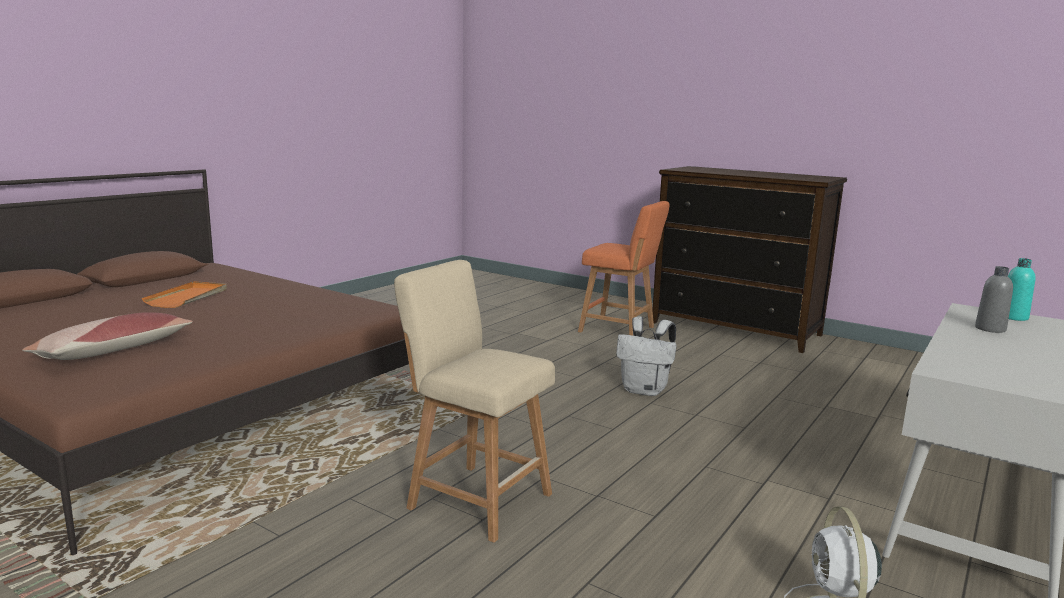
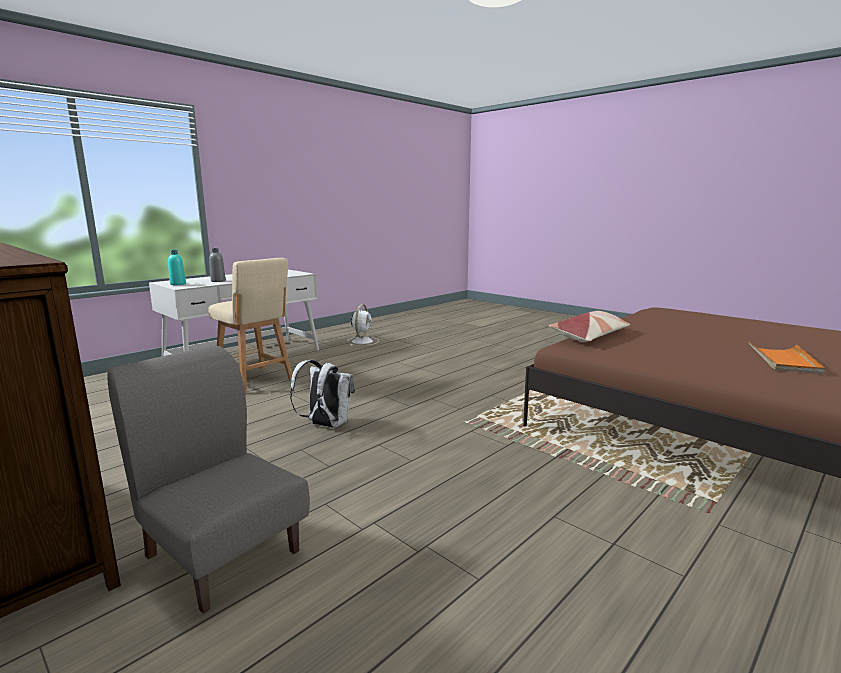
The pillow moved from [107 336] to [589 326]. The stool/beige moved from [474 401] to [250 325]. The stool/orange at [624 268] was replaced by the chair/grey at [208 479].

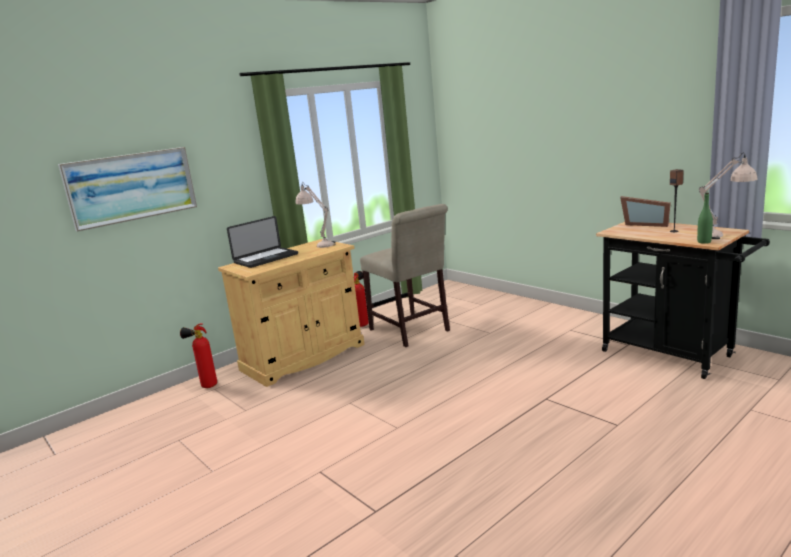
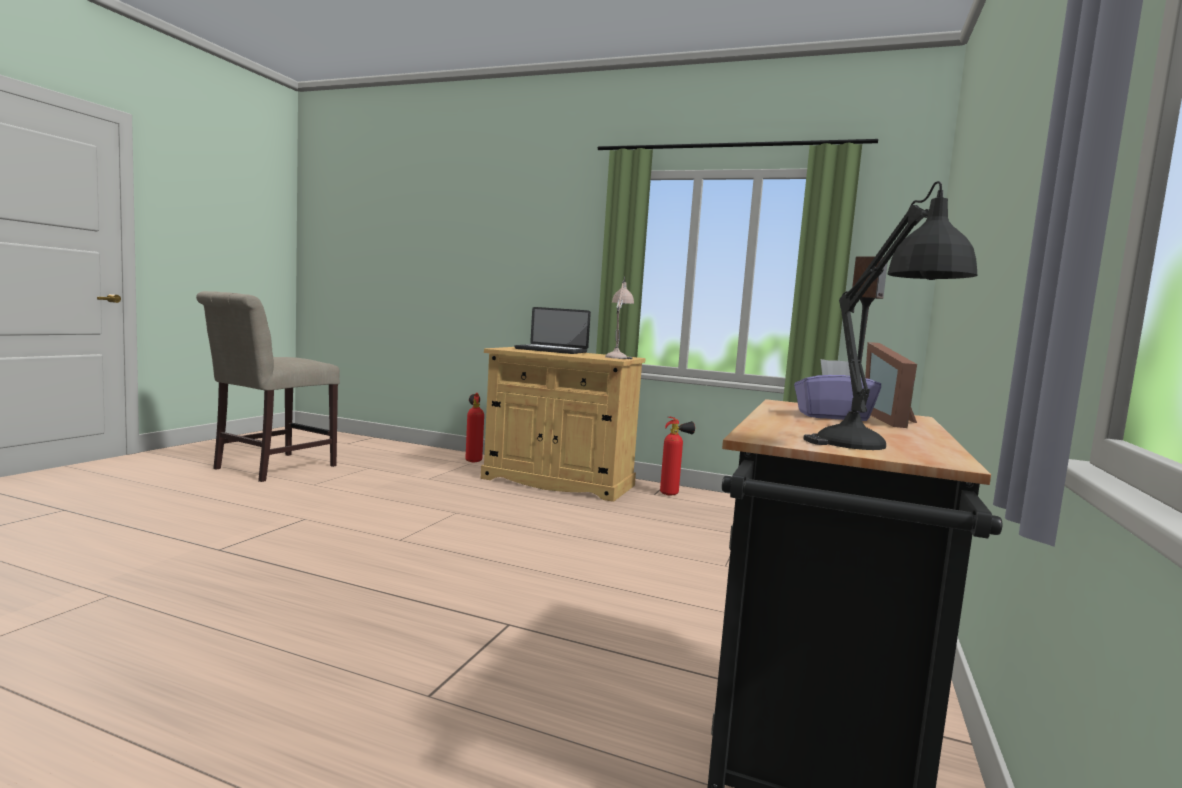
The picture at [127 189] disappeared. The chair/beige moved from [405 275] to [268 386]. The bottle/green at [705 218] disappeared. The table lamp/beige at [728 196] became the table lamp/black at [890 315]. The tissue box/purple at [837 390] appeared.

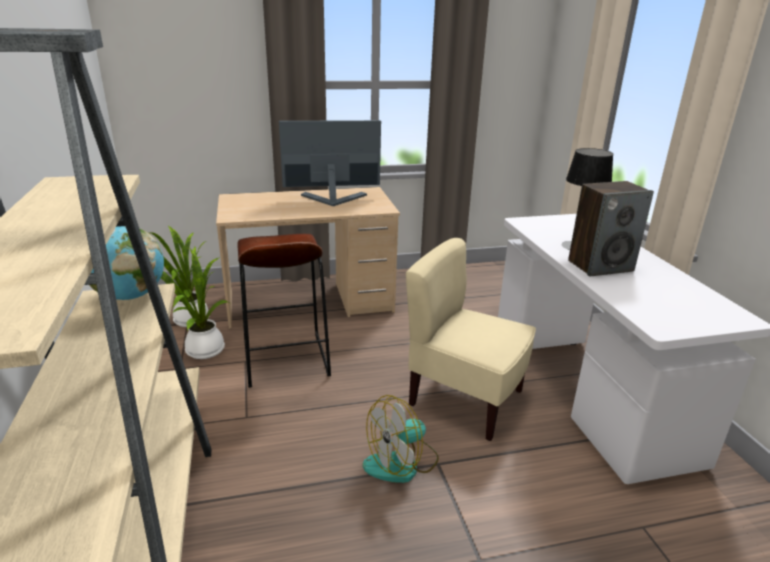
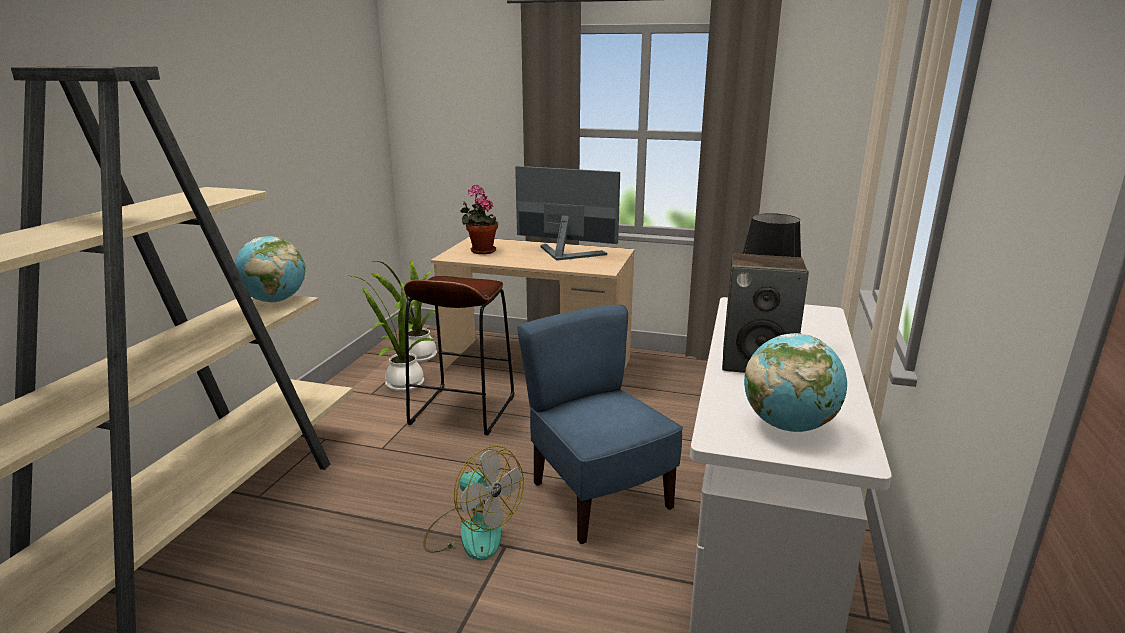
The fan at [401 439] turned 135 degrees counterclockwise. The chair/beige at [471 339] became the chair/blue at [600 424]. The potted plant at [479 219] appeared. The globe at [795 382] appeared.

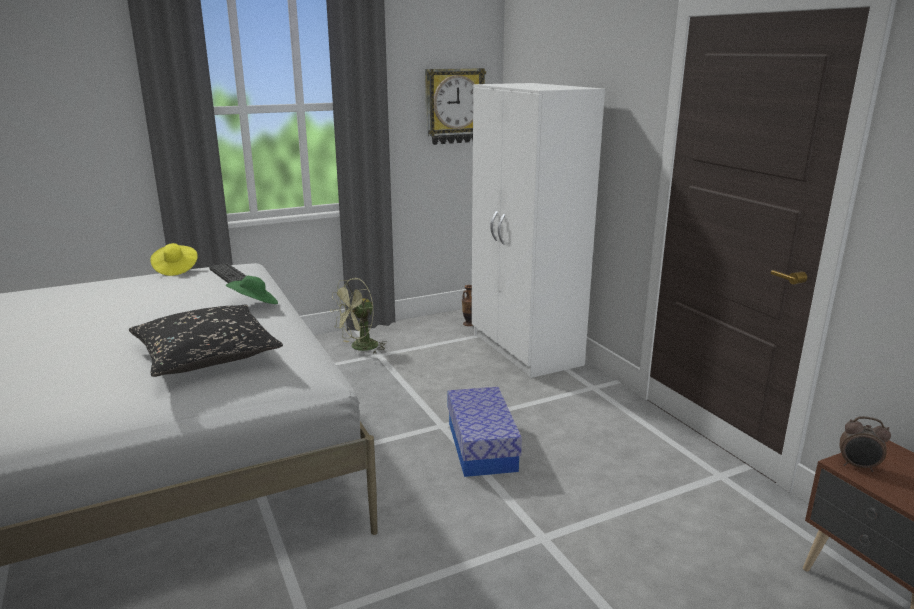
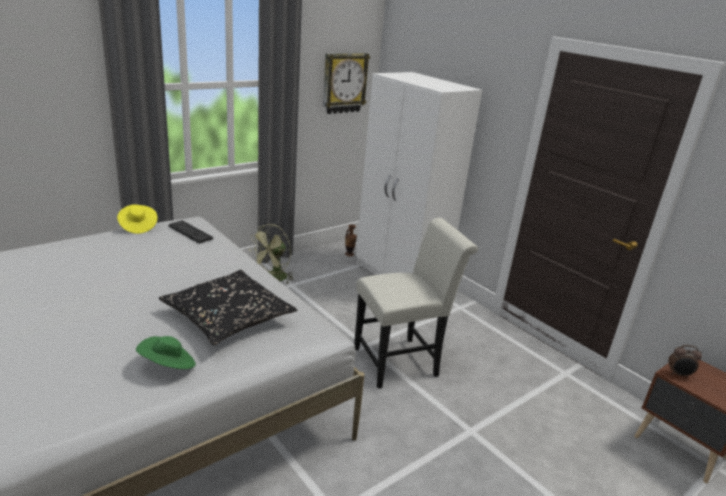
The hat/green moved from [252 290] to [166 352]. The storage box at [485 432] was replaced by the chair/white at [416 303].

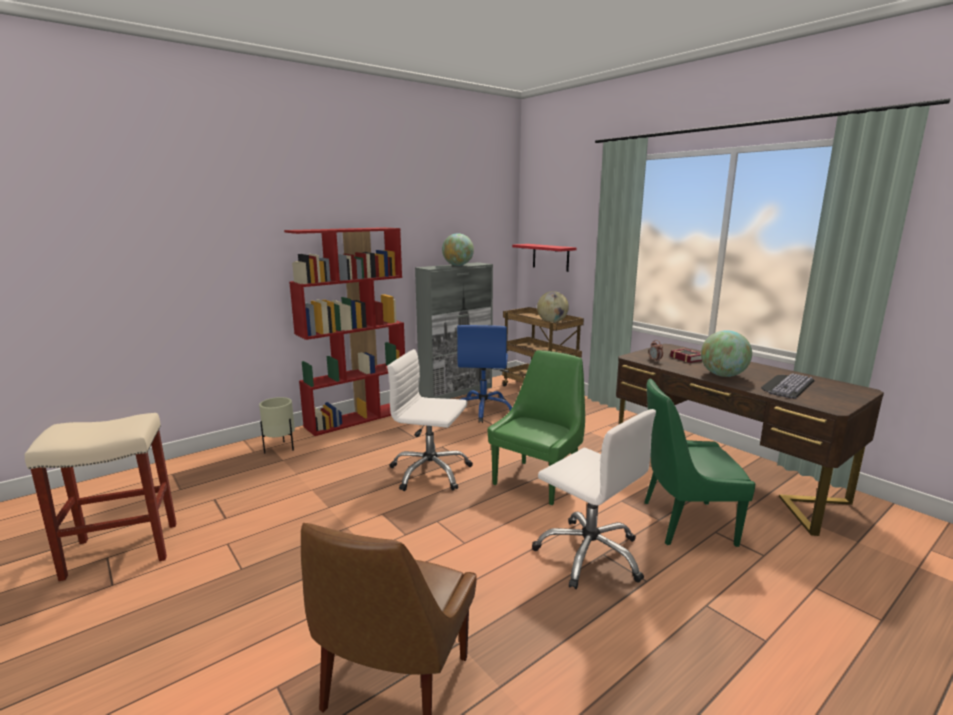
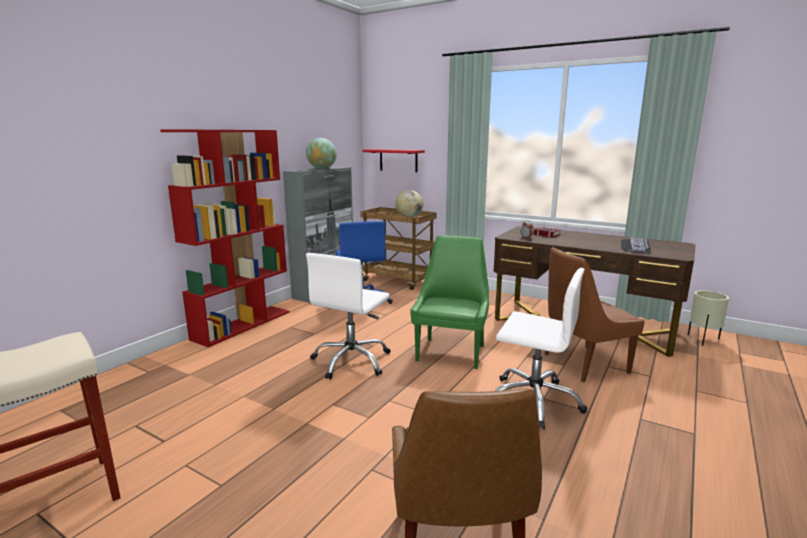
The planter/beige moved from [277 425] to [708 318]. The office chair/white at [430 420] turned 60 degrees counterclockwise. The chair/green at [700 462] became the chair/brown at [594 314]. The globe at [726 353] disappeared.

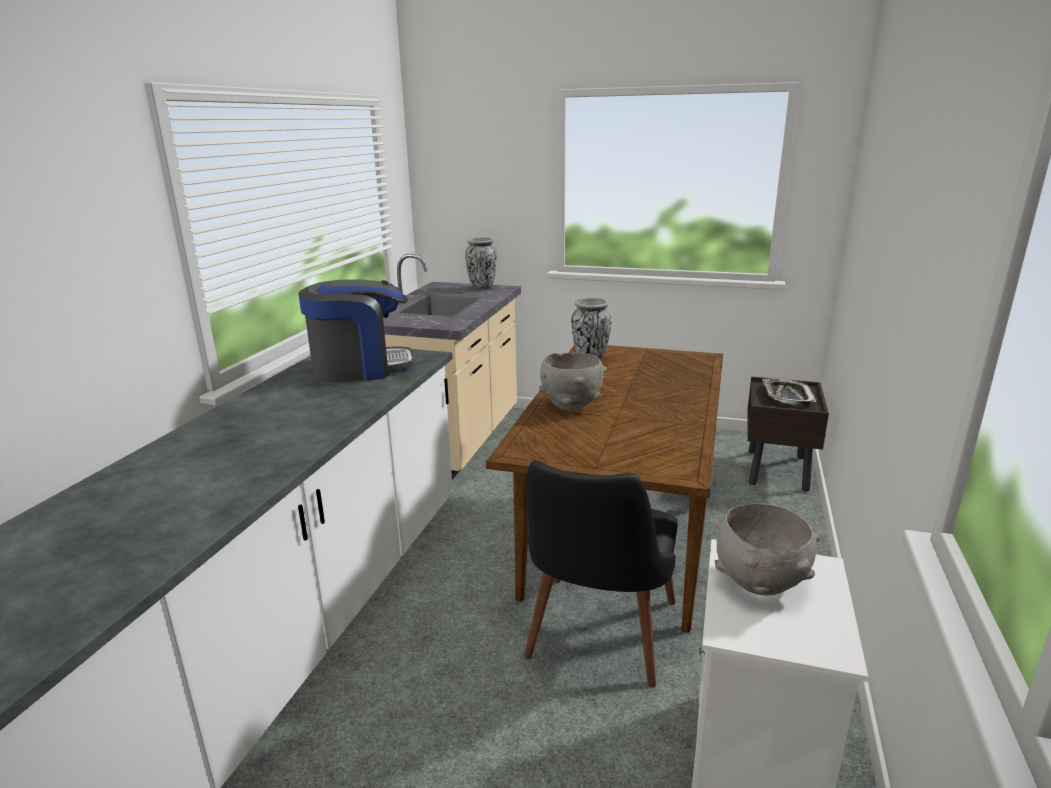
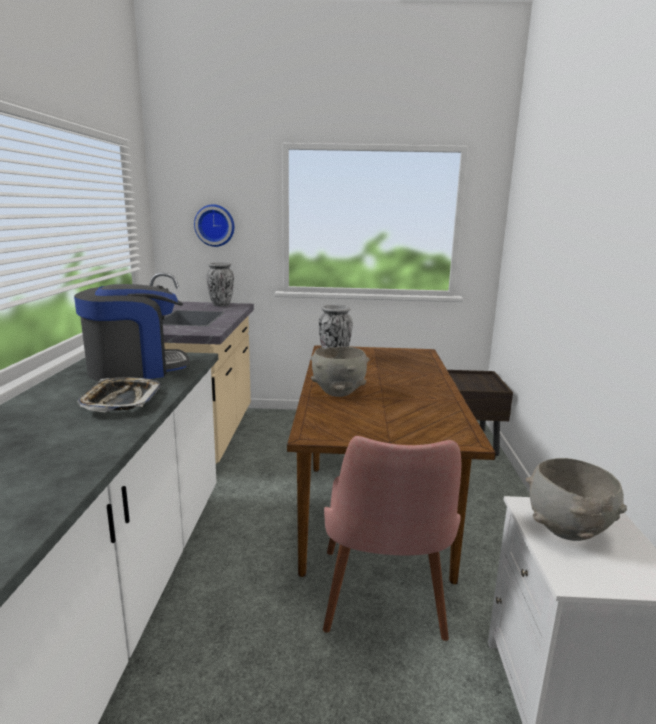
The chair/black at [601 574] became the chair/pink at [392 538]. The tray moved from [789 392] to [119 394]. The wall clock at [214 225] appeared.

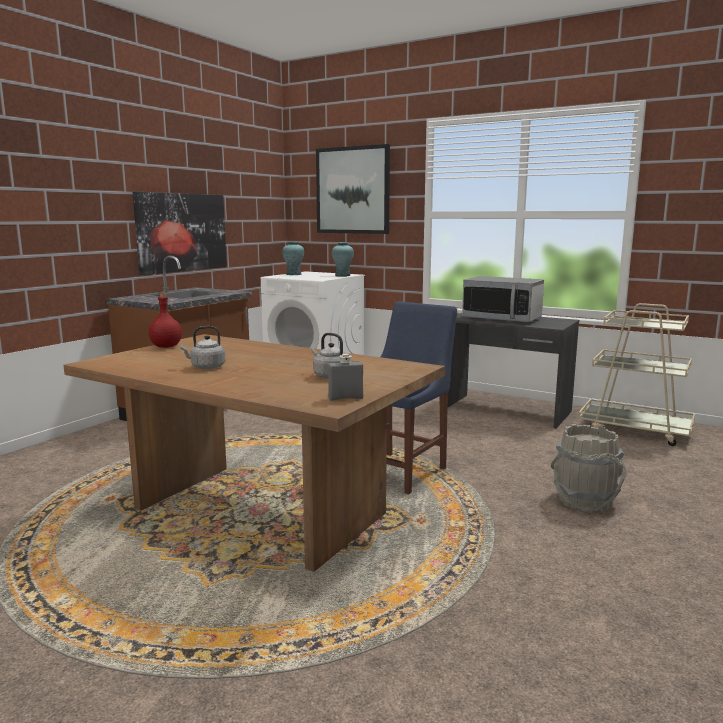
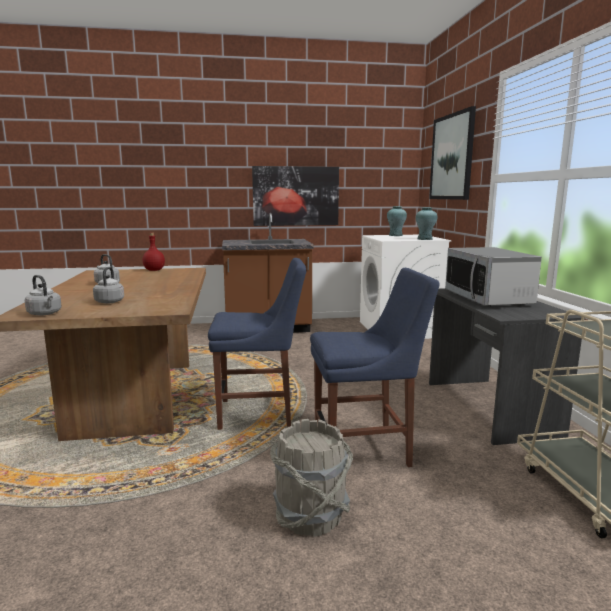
The bottle/grey at [345 377] was replaced by the kettle/grey at [43 295]. The chair/blue at [375 367] appeared.

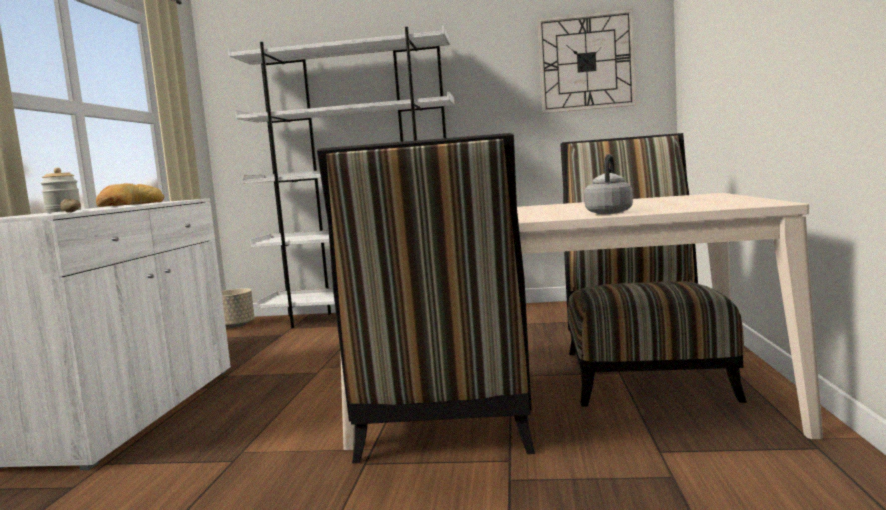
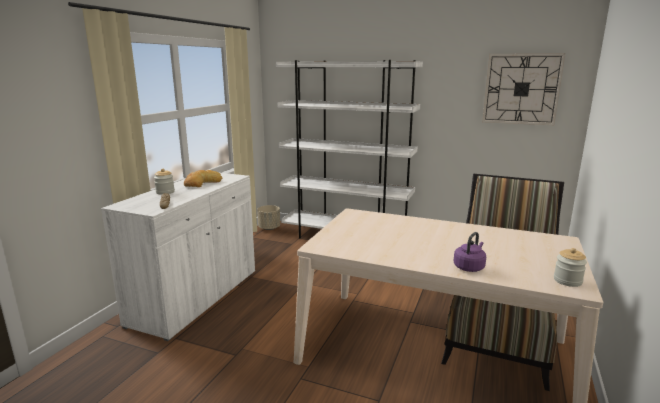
The chair at [426 298] disappeared. The kettle/grey at [608 184] became the kettle/purple at [470 252]. The jar at [570 267] appeared.

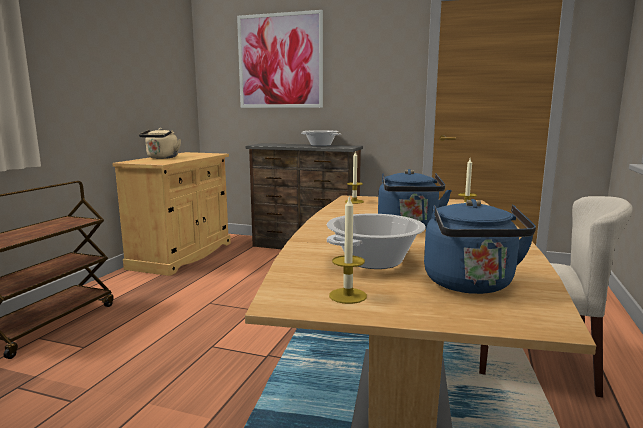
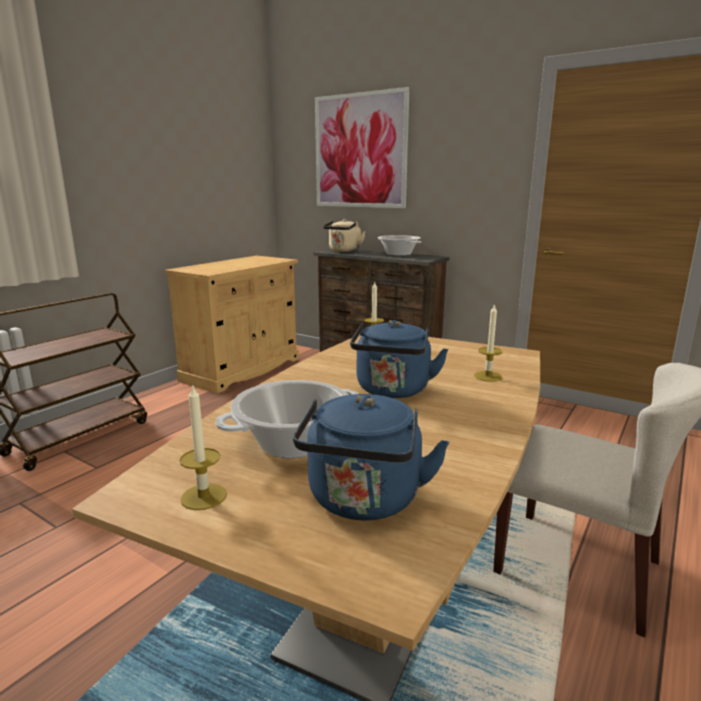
The kettle/beige moved from [160 143] to [344 235].

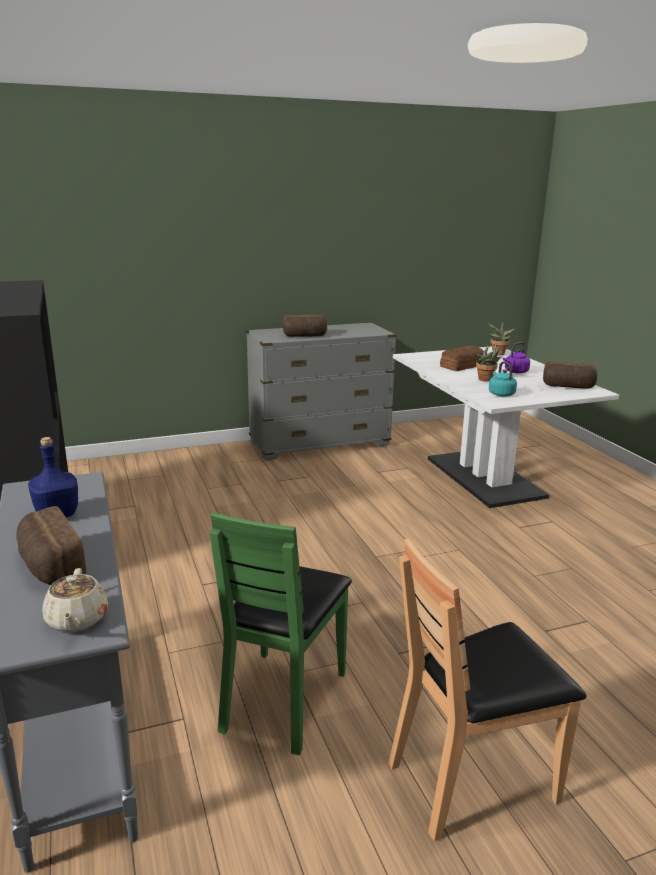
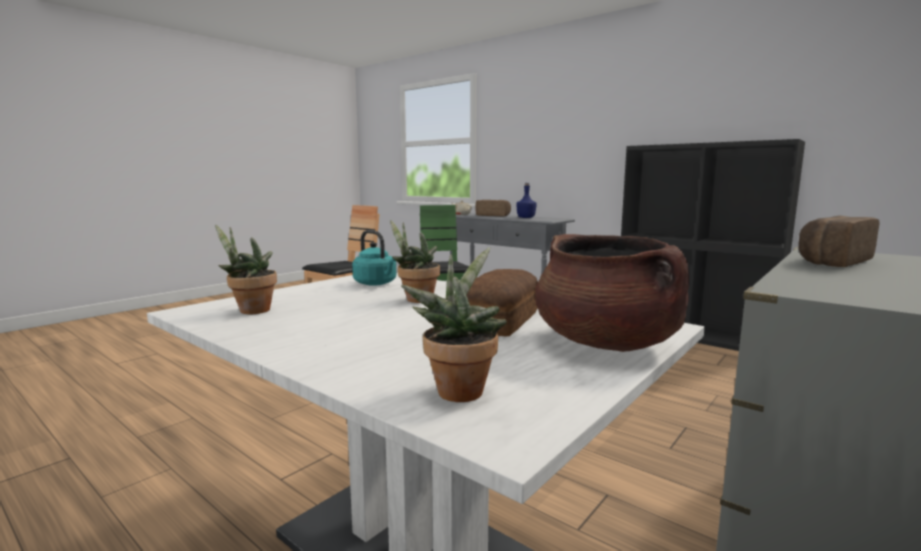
The kettle/purple at [516 357] disappeared. The bread at [570 375] was replaced by the potted plant at [246 269]. The cooking pot/brown at [612 293] appeared.

